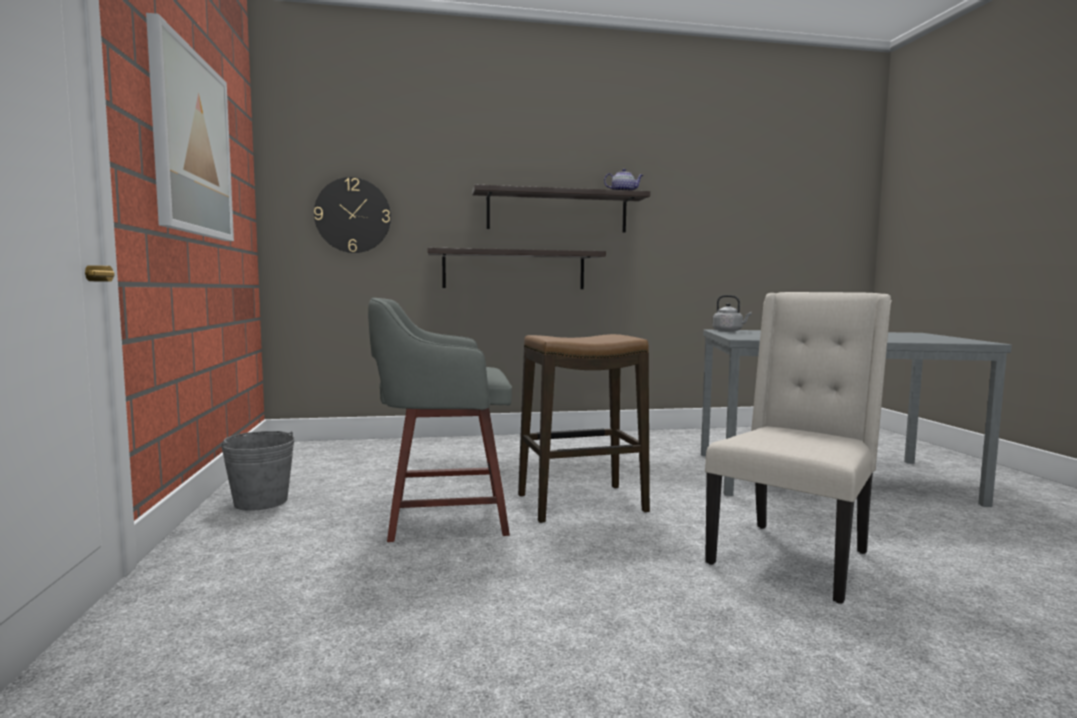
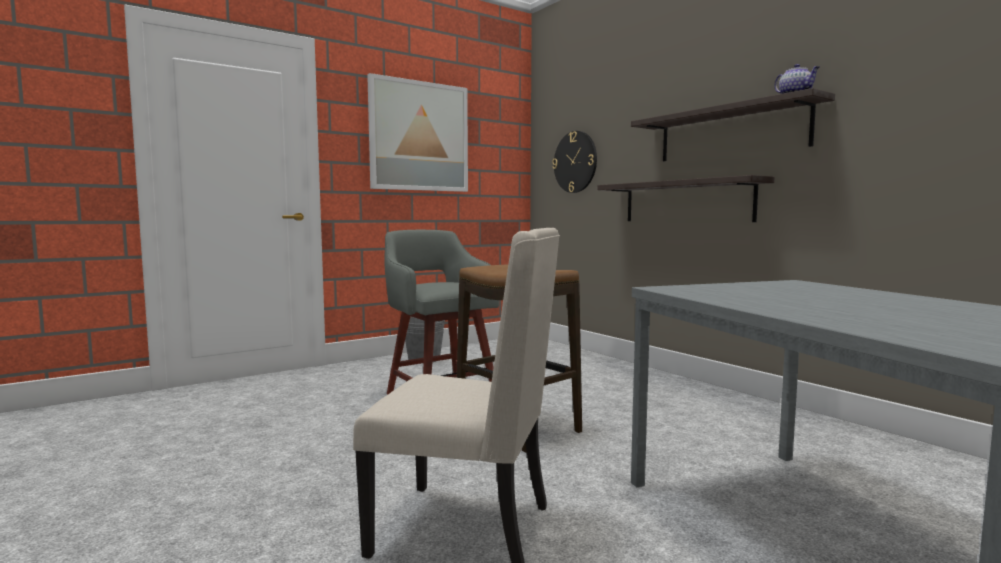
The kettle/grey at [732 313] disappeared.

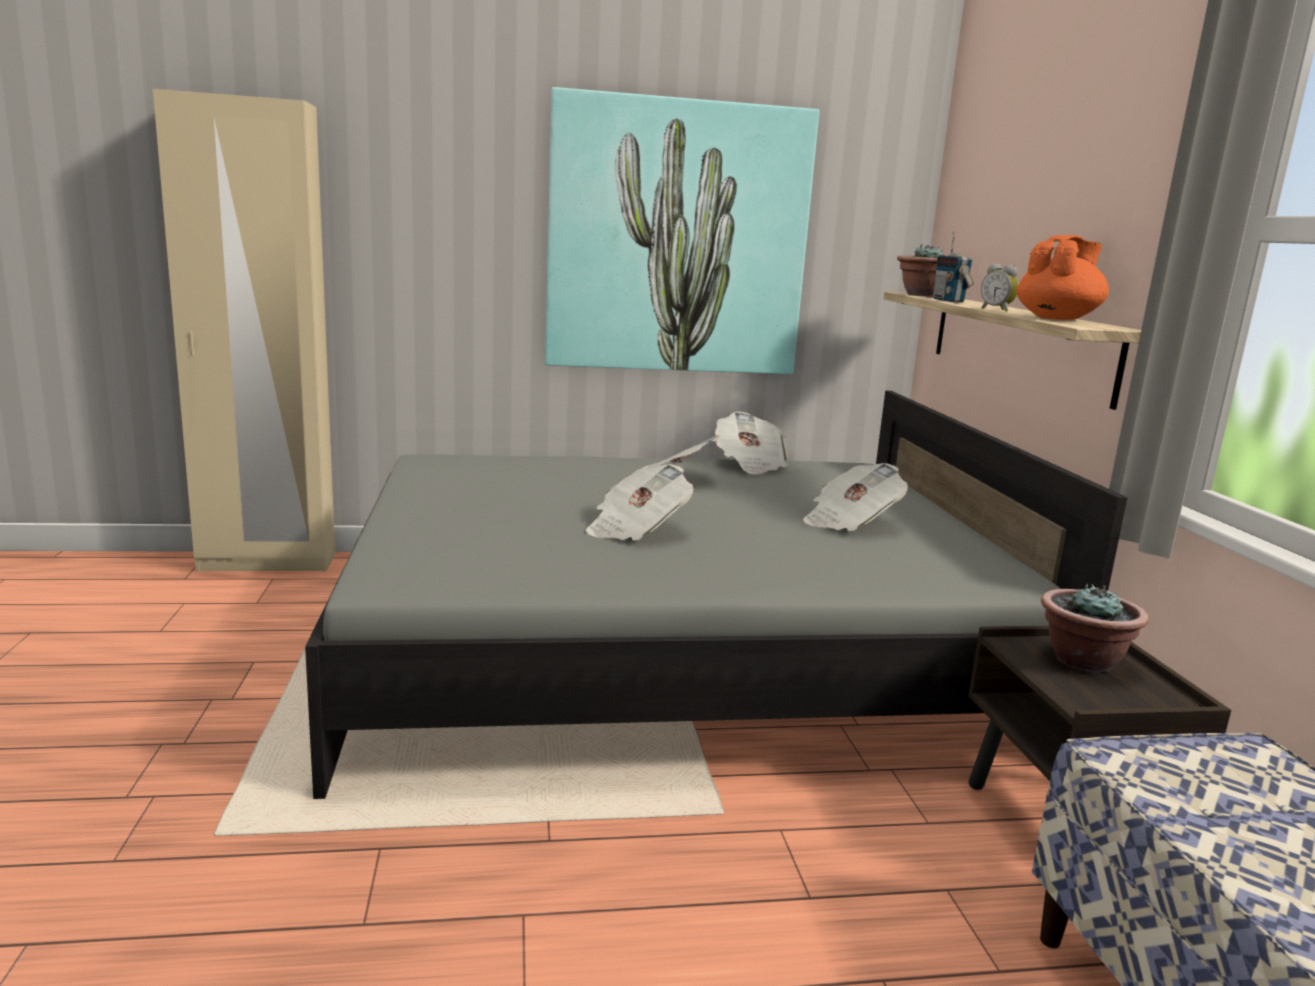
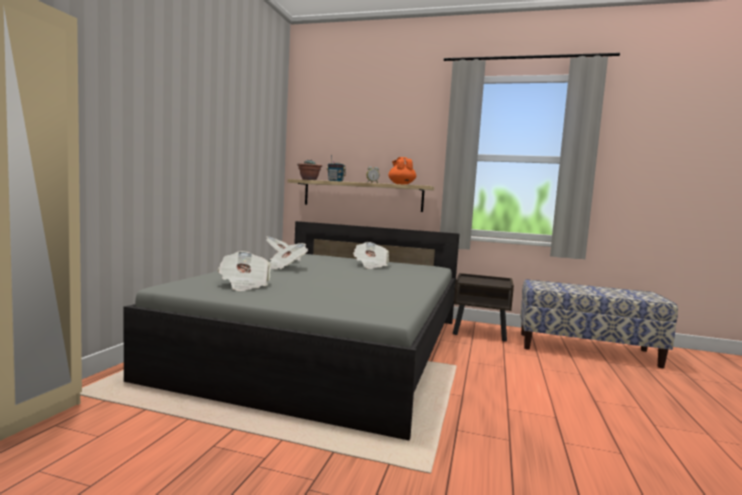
The picture at [682 230] disappeared. The newspaper moved from [639 502] to [244 271]. The potted plant at [1095 628] disappeared.

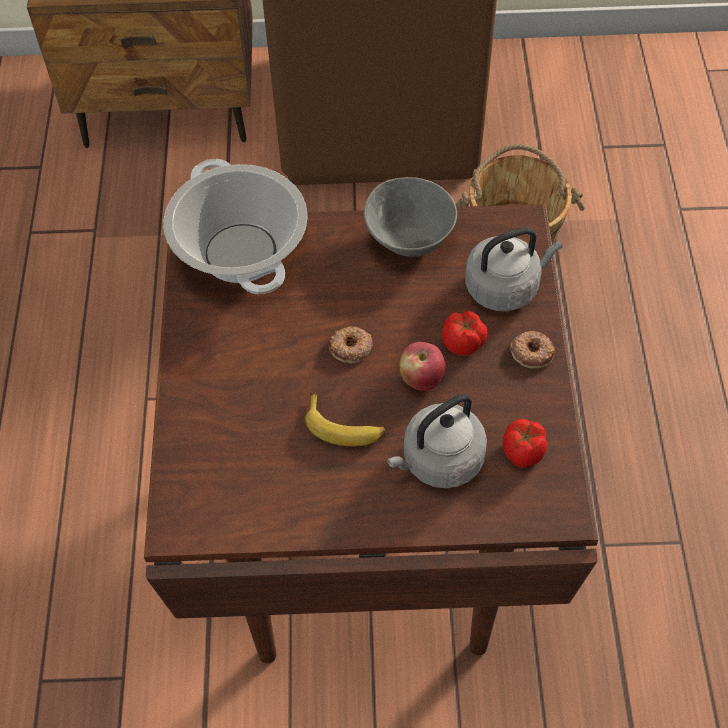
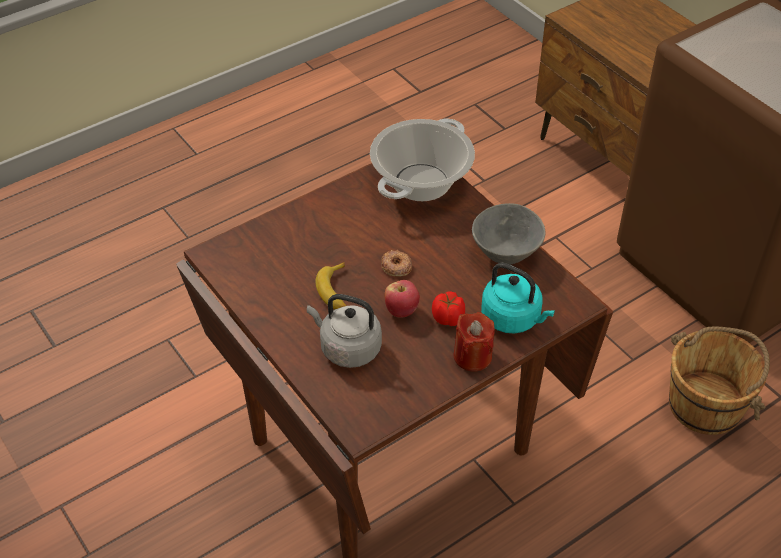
The kettle/grey at [513 269] became the kettle/turquoise at [518 298]. The tomato at [525 443] disappeared. The donut at [532 350] was replaced by the candle/red at [474 342].

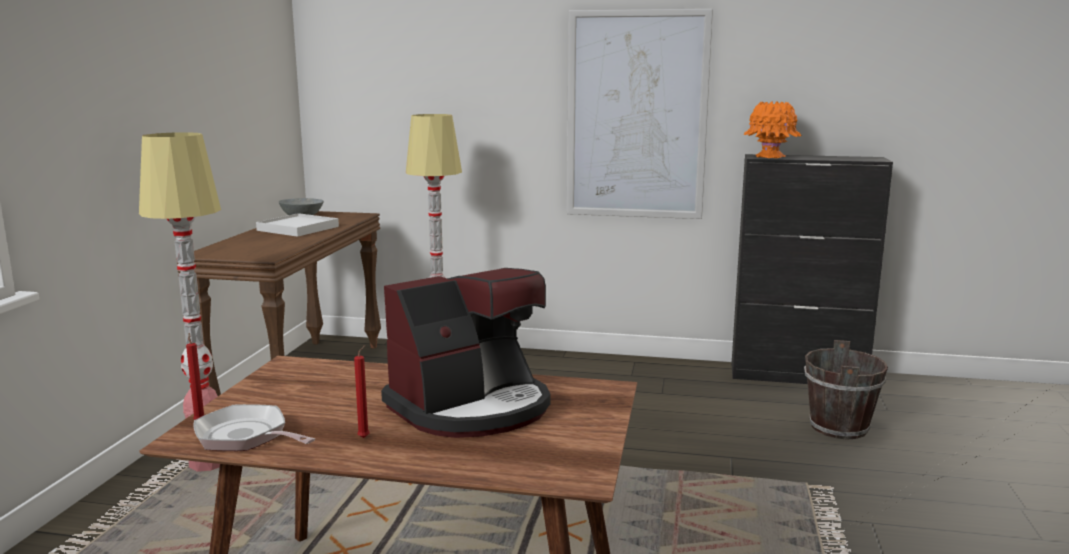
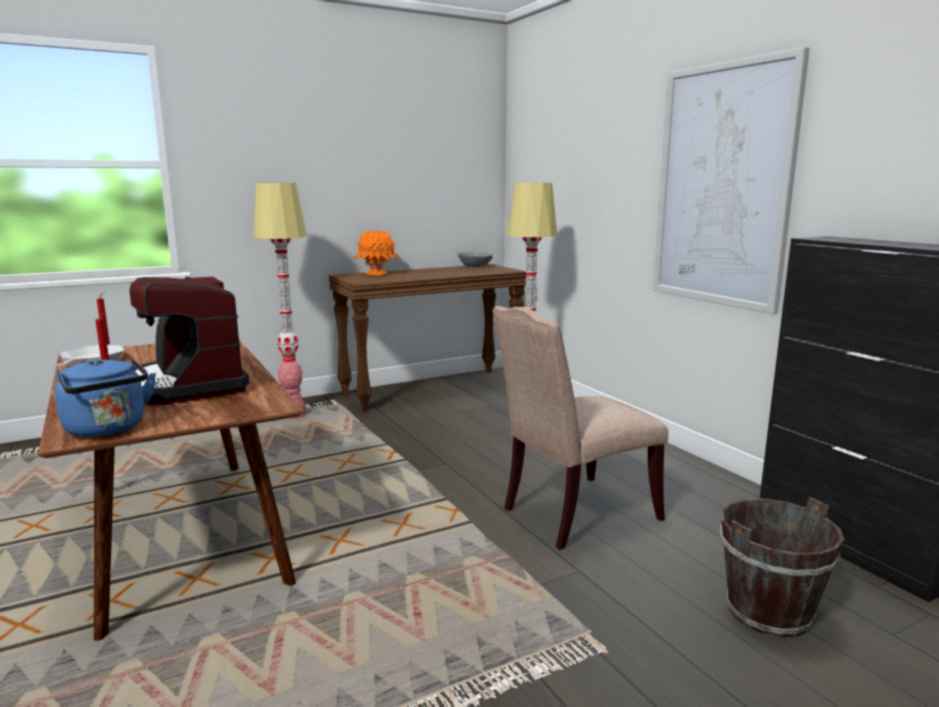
The tray/white at [297 225] disappeared. The coffee machine at [465 353] turned 45 degrees clockwise. The vase/orange moved from [772 129] to [376 253]. The kettle/blue at [105 397] appeared. The chair/beige at [580 428] appeared.

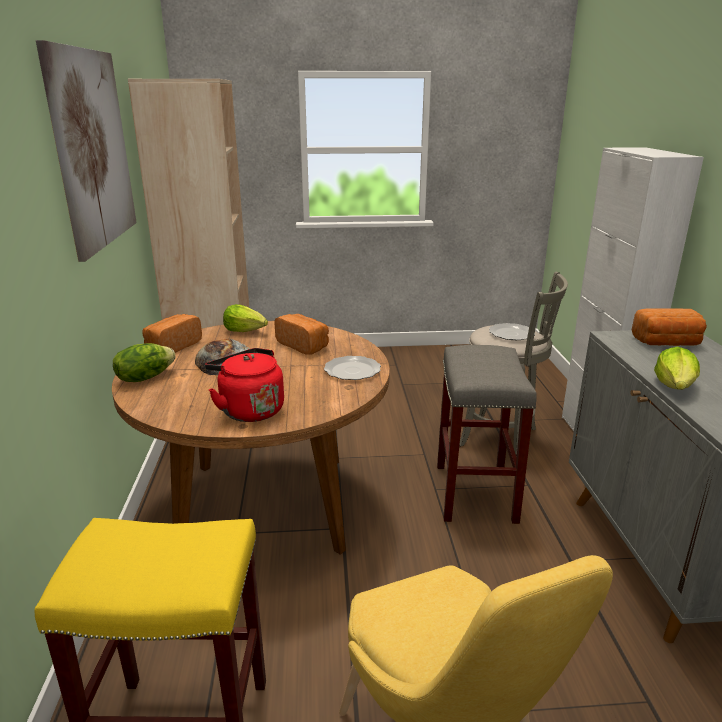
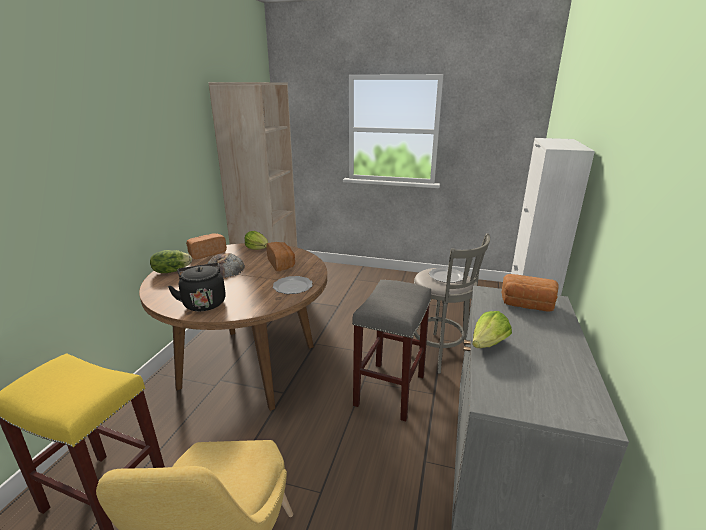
The picture at [86 151] disappeared. The kettle/red at [244 385] became the kettle/black at [197 287].

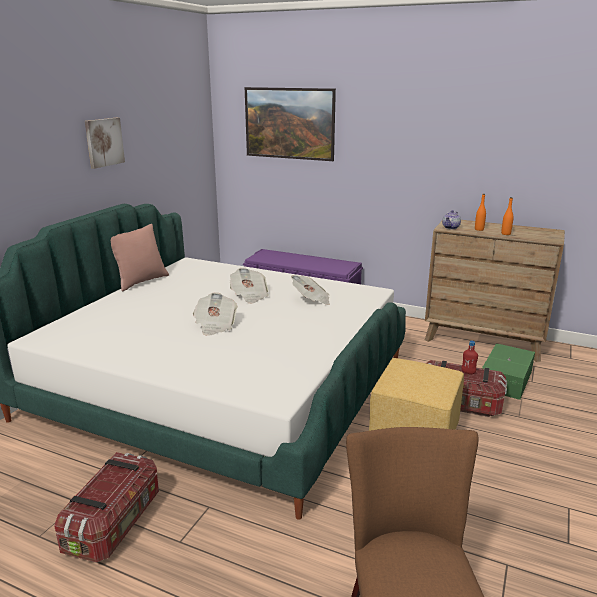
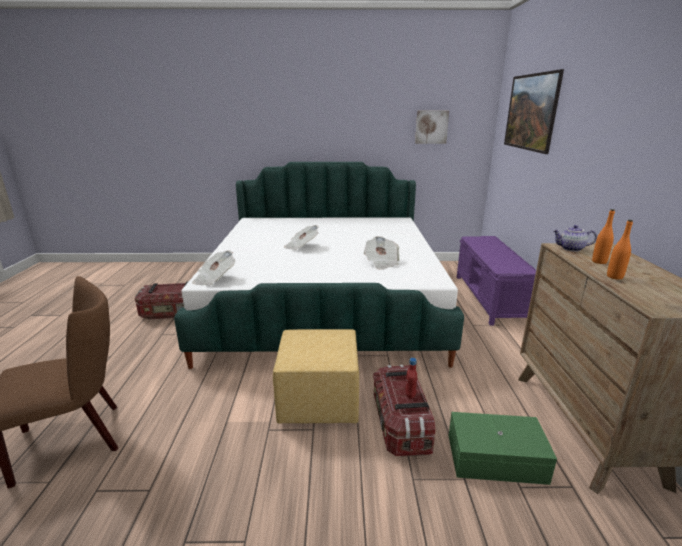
The picture moved from [105 143] to [432 127]. The pillow/pink at [140 258] disappeared. The newspaper moved from [249 286] to [213 268].

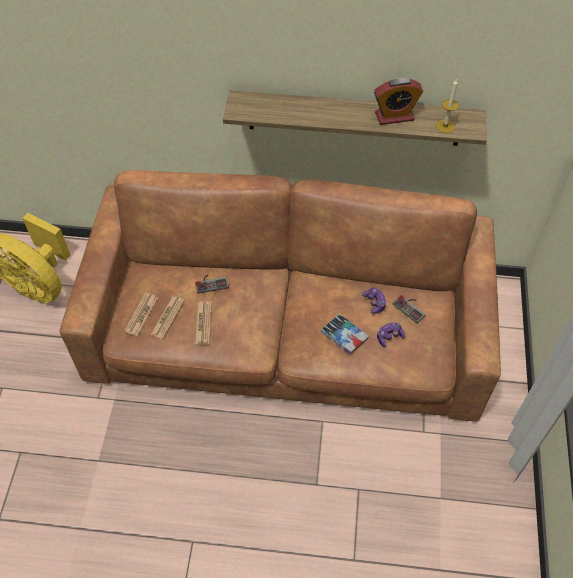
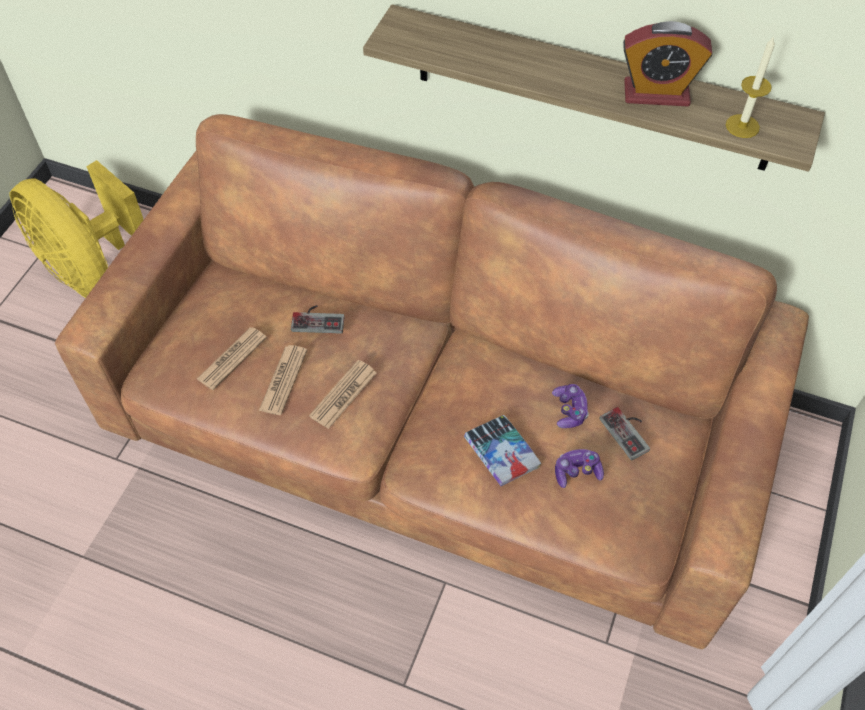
The newspaper moved from [141 314] to [343 394].

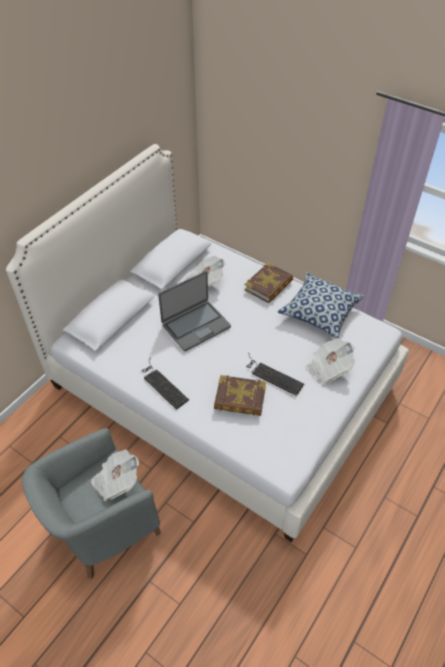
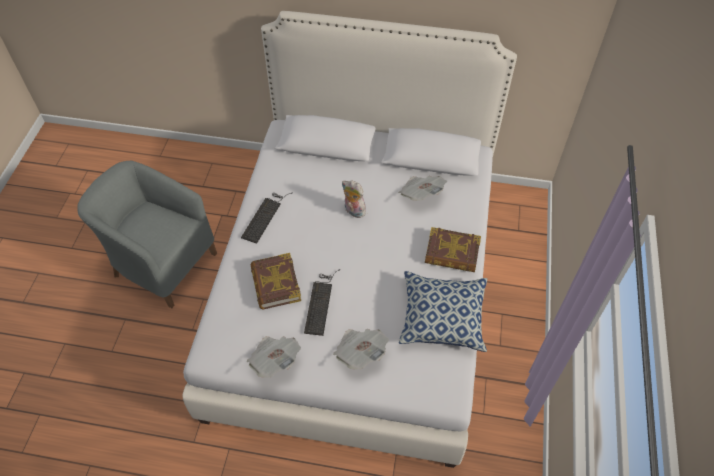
The newspaper moved from [115 475] to [274 357]. The laptop at [194 311] was replaced by the plush toy at [354 199].

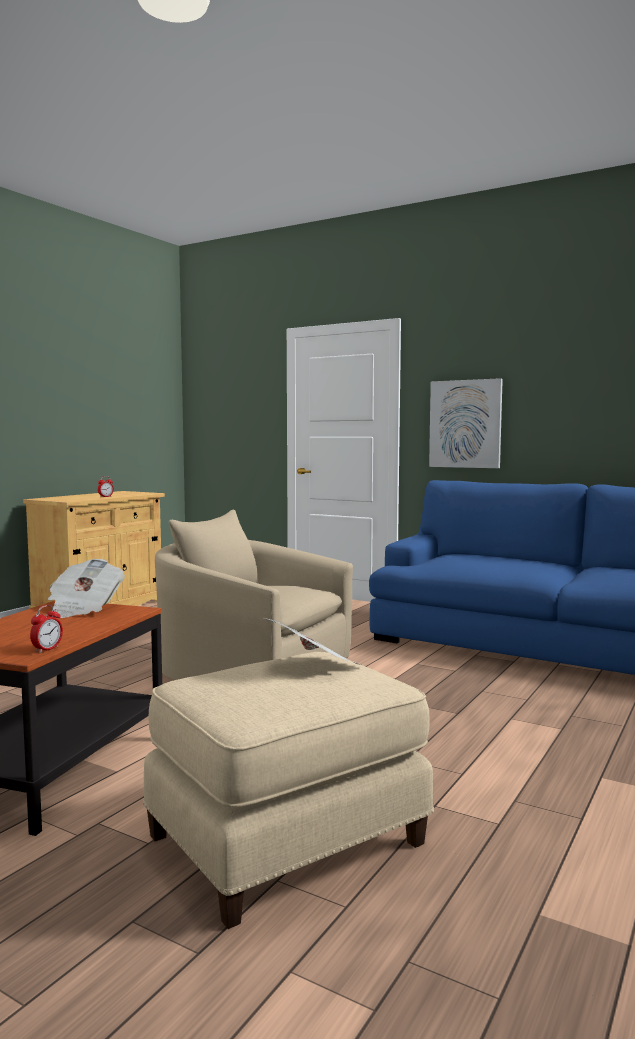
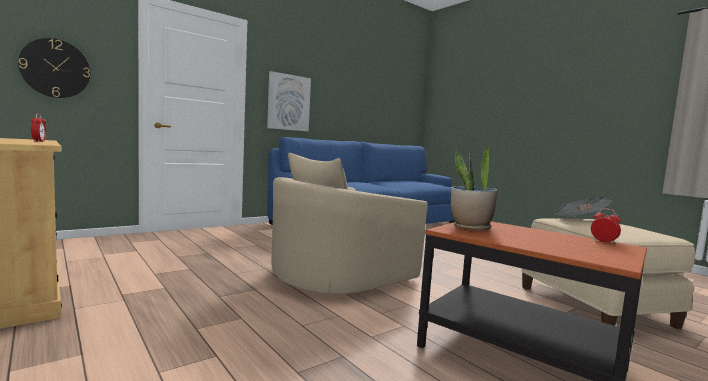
The newspaper at [86 588] was replaced by the potted plant at [474 188]. The wall clock at [54 68] appeared.

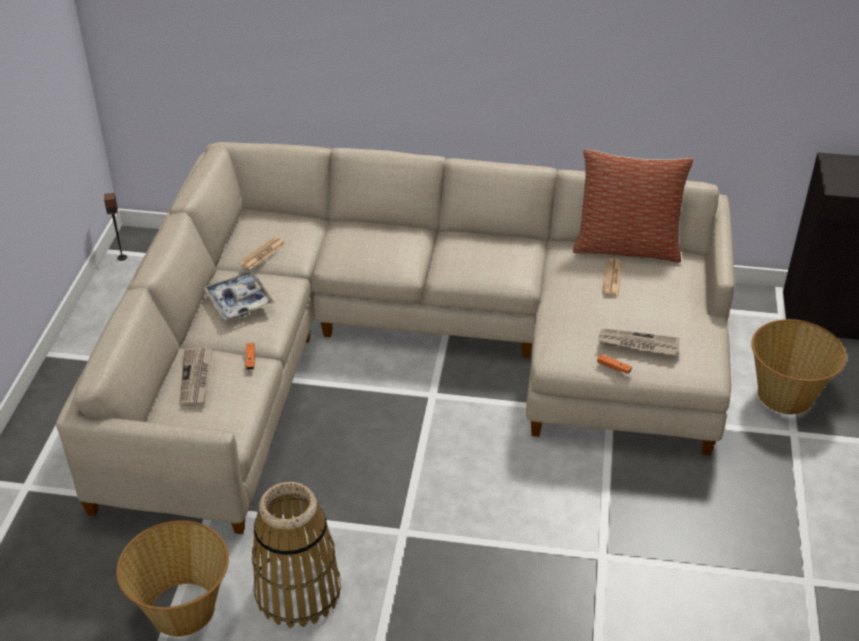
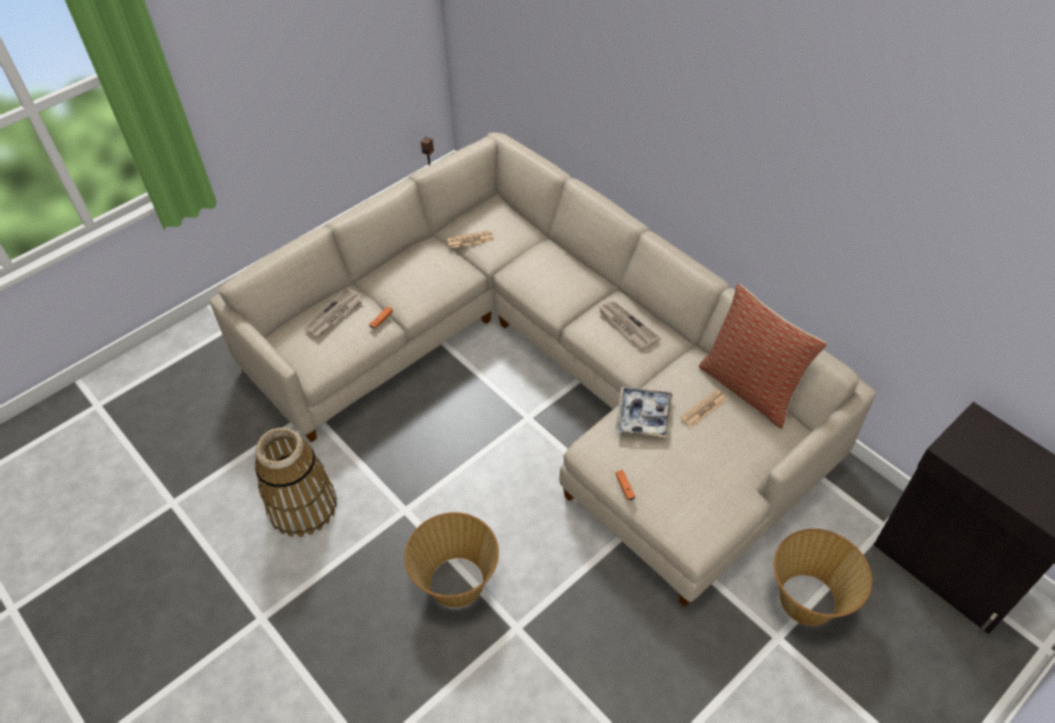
The basket moved from [172 578] to [451 560]. The tray moved from [239 295] to [644 412]. The newspaper moved from [639 342] to [629 325].

